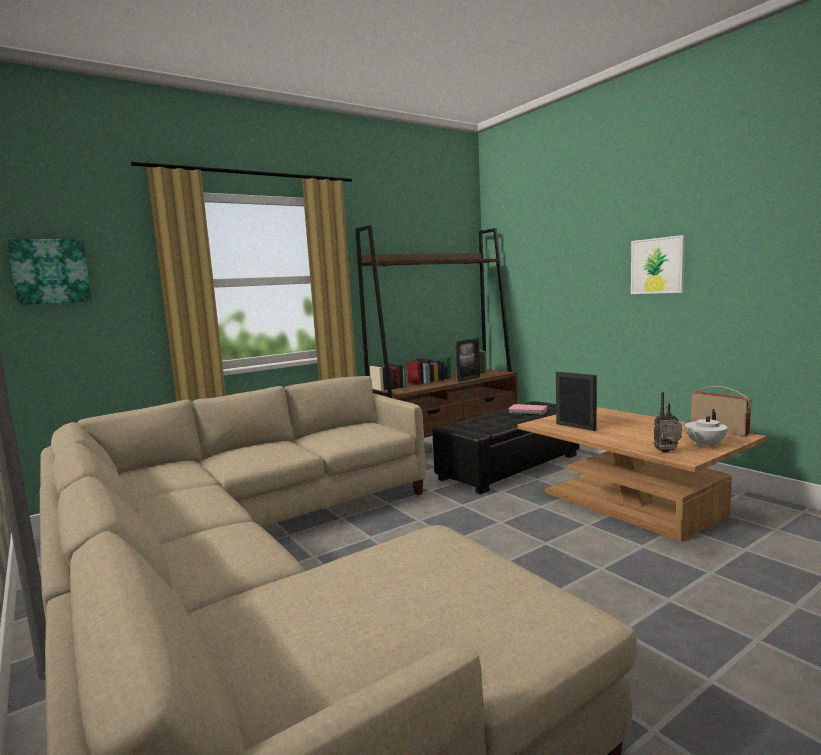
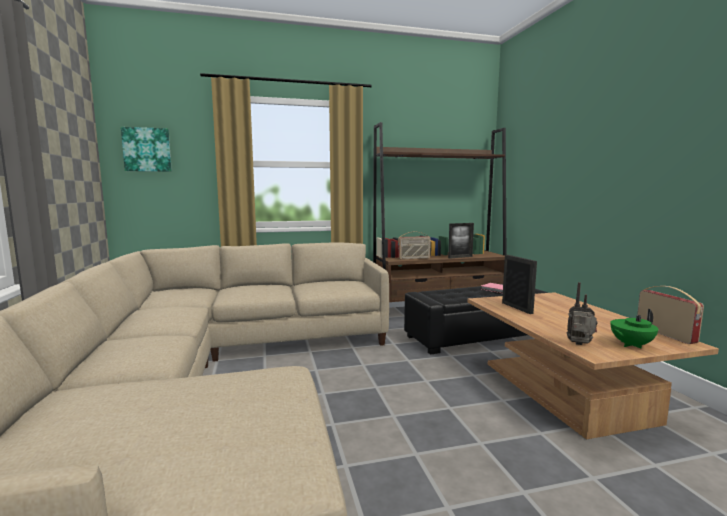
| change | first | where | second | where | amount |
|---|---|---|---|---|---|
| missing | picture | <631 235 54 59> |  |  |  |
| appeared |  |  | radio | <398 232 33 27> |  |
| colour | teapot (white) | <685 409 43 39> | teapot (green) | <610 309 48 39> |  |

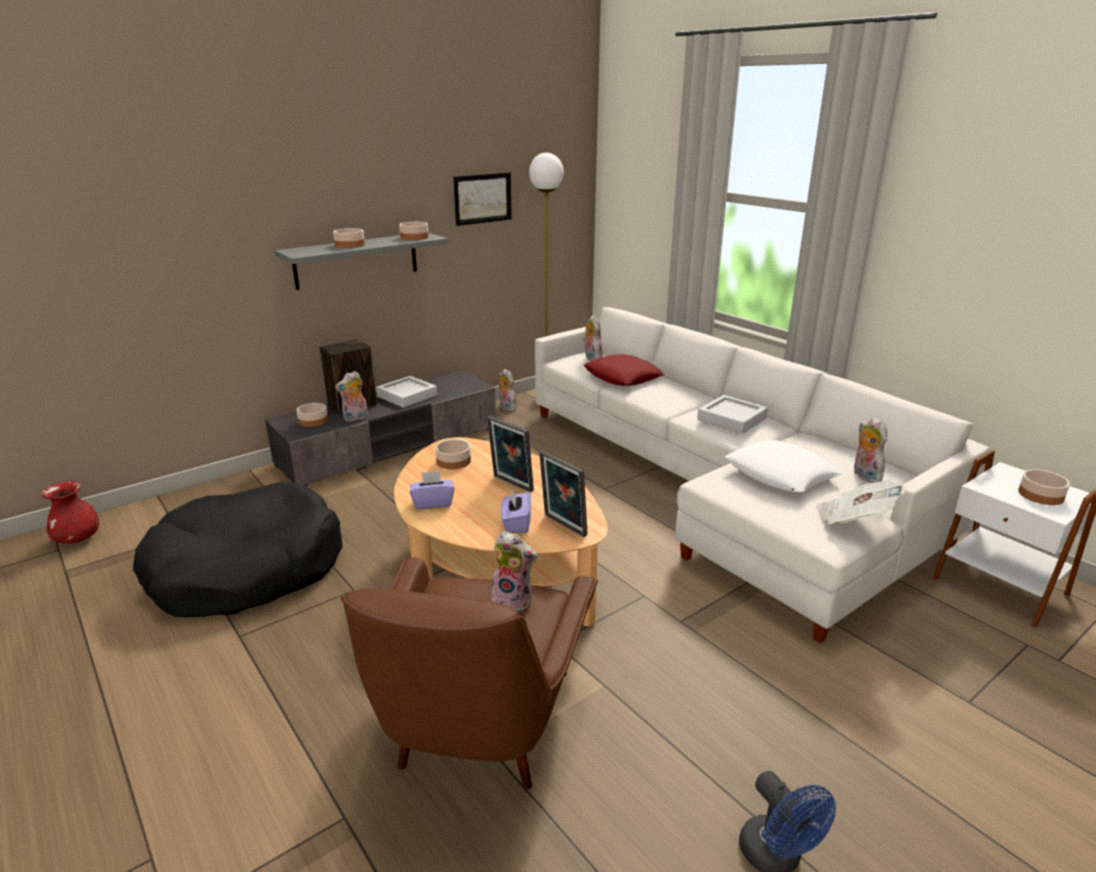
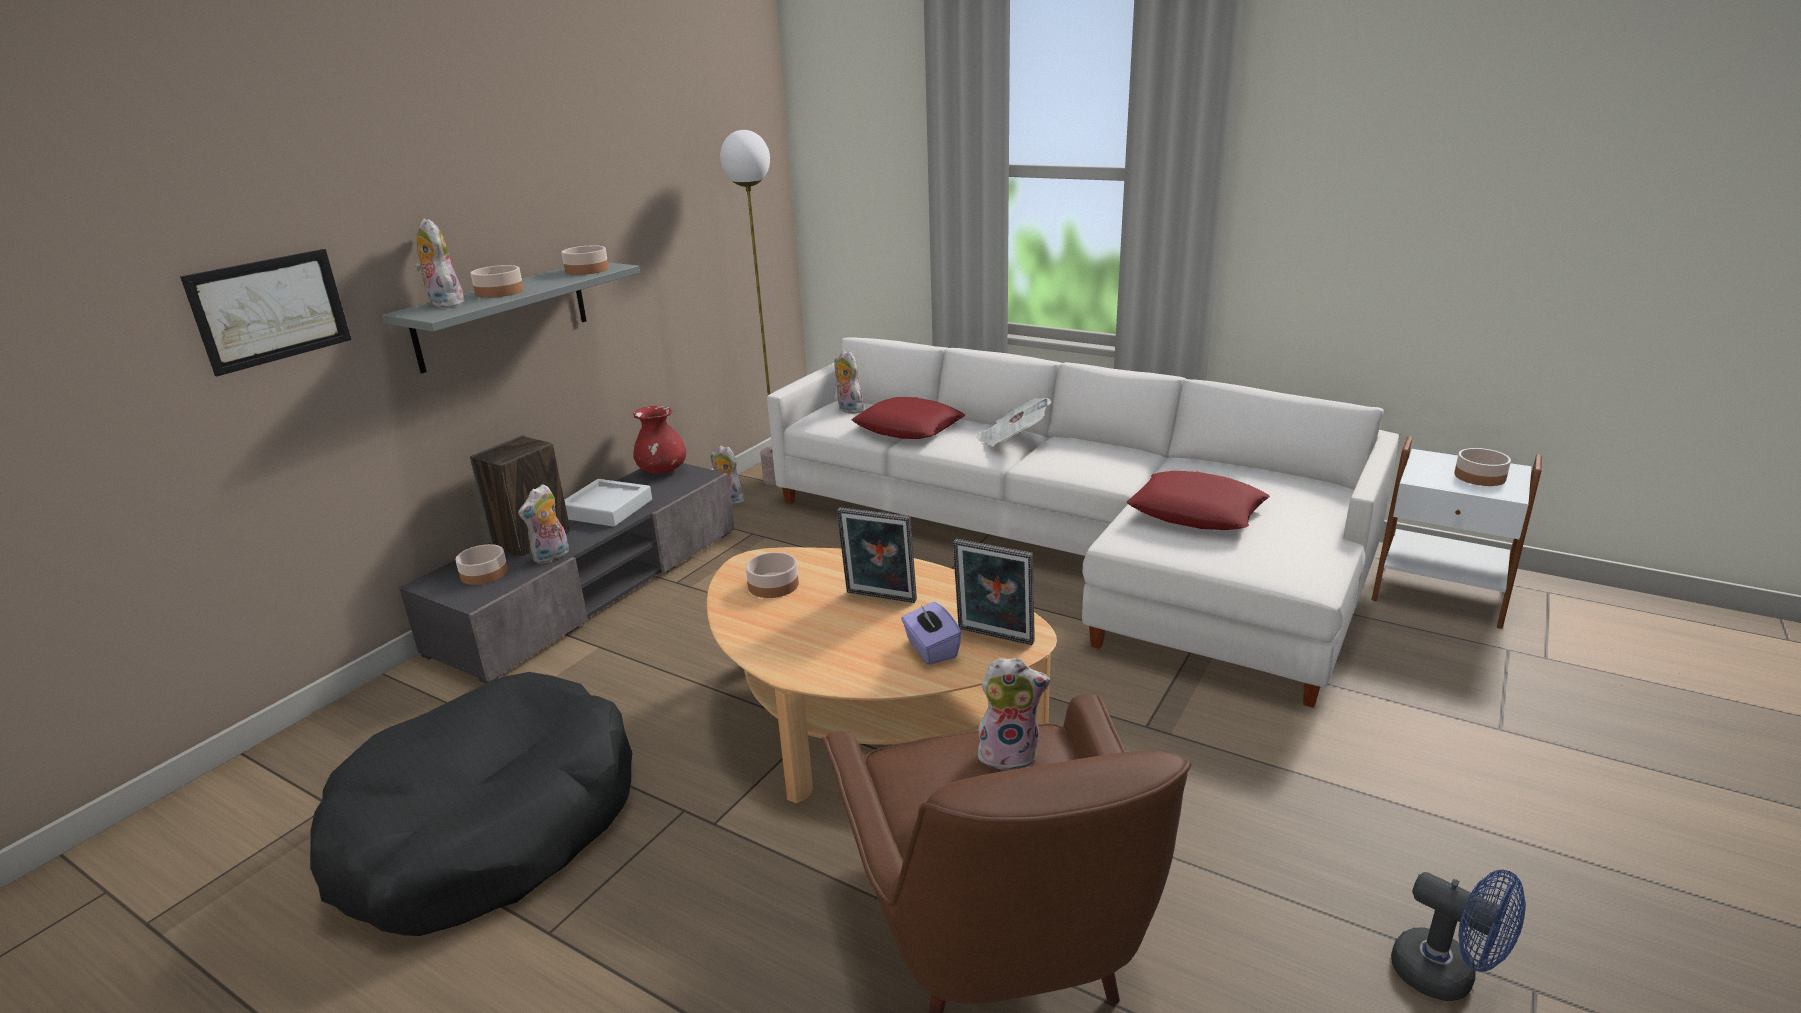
| change | first | where | second | where | amount |
|---|---|---|---|---|---|
| missing | tissue box (purple) | <410 471 44 38> |  |  |  |
| missing | tray (grey) | <697 395 71 39> |  |  |  |
| relocated | vase (red) | <42 481 57 63> |  | <633 405 53 69> |  |
| relocated | picture | <453 172 59 54> |  | <180 249 171 127> |  |
| relocated | newspaper | <816 480 90 44> |  | <976 398 75 49> |  |
| relocated | plush toy | <854 417 33 66> |  | <415 219 49 89> |  |
| colour | pillow (white) | <725 440 116 52> | pillow (red) | <1127 471 143 59> |  |

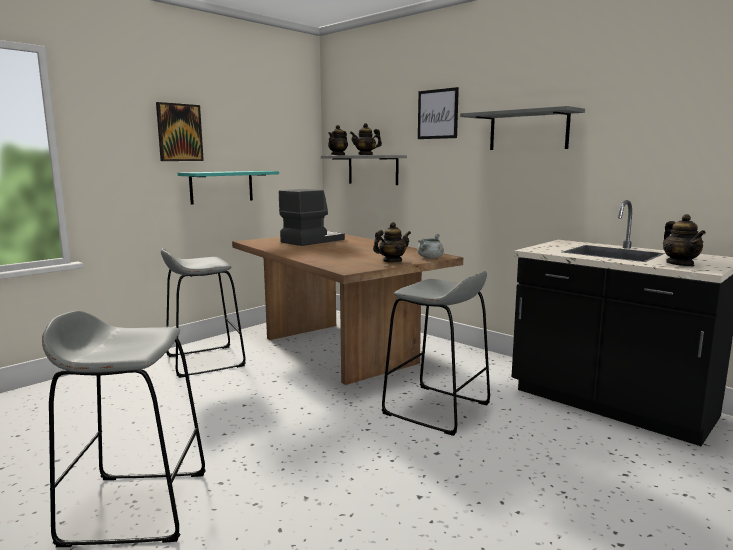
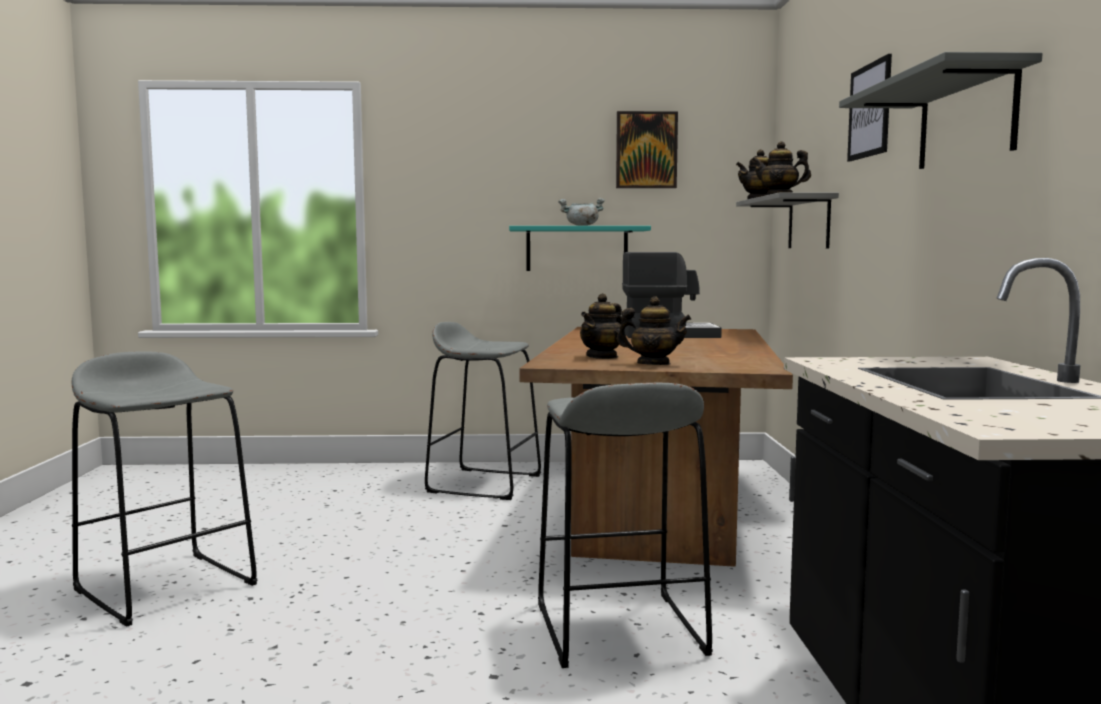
| change | first | where | second | where | amount |
|---|---|---|---|---|---|
| relocated | picture | <156 102 48 59> |  | <616 111 62 77> |  |
| relocated | cooking pot (grey) | <417 234 27 25> |  | <558 198 47 28> |  |
| relocated | teapot | <663 214 43 52> |  | <580 293 42 66> |  |

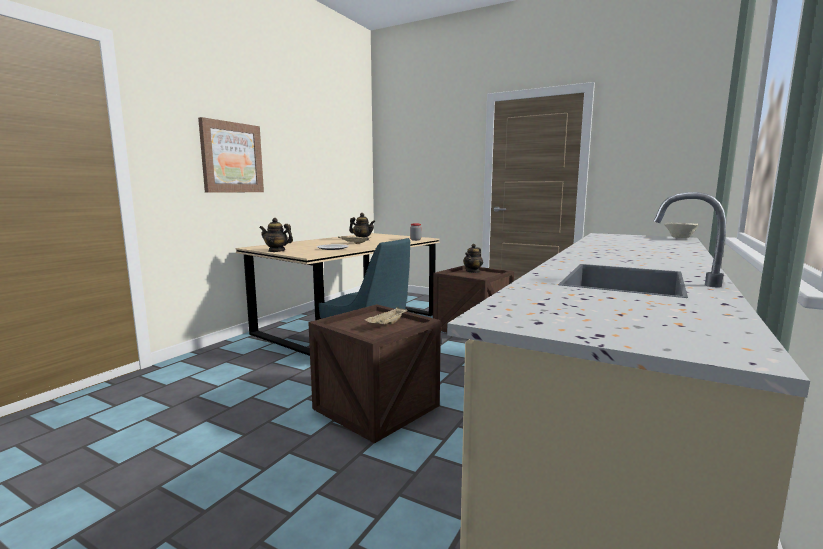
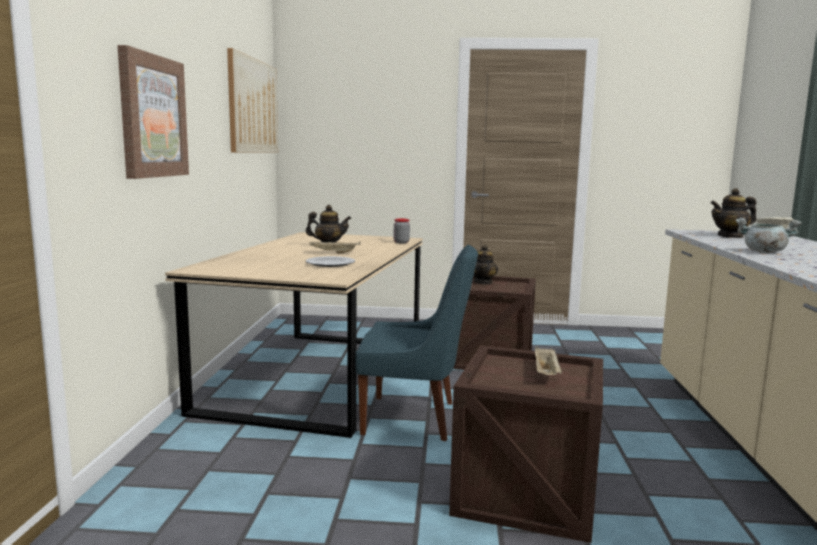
| change | first | where | second | where | amount |
|---|---|---|---|---|---|
| appeared |  |  | picture | <227 48 51 105> |  |
| appeared |  |  | cooking pot (grey) | <735 218 67 35> |  |
| relocated | teapot | <259 218 34 34> |  | <711 188 46 50> |  |

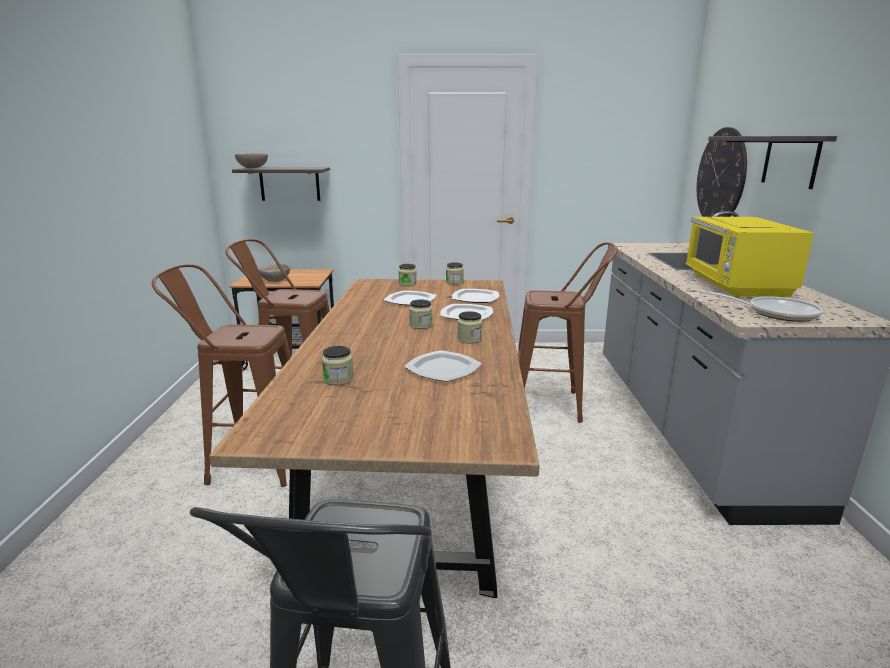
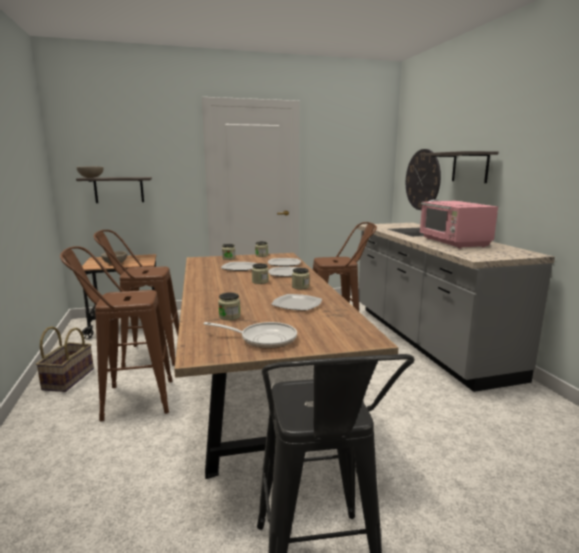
| change | first | where | second | where | amount |
|---|---|---|---|---|---|
| appeared |  |  | basket | <36 326 58 66> |  |
| relocated | frying pan | <701 290 122 32> |  | <204 322 93 27> |  |
| colour | microwave (yellow) | <686 217 128 81> | microwave (pink) | <420 201 78 48> |  |

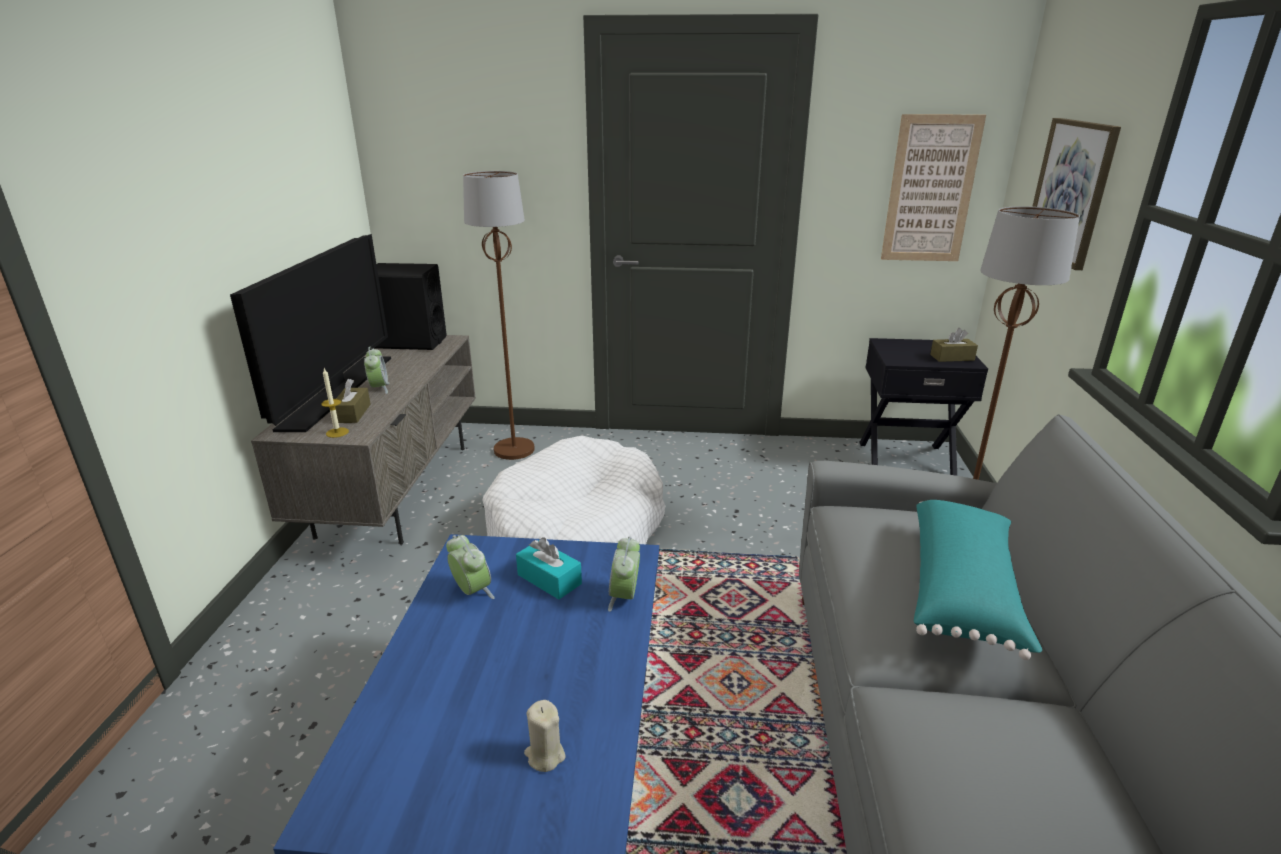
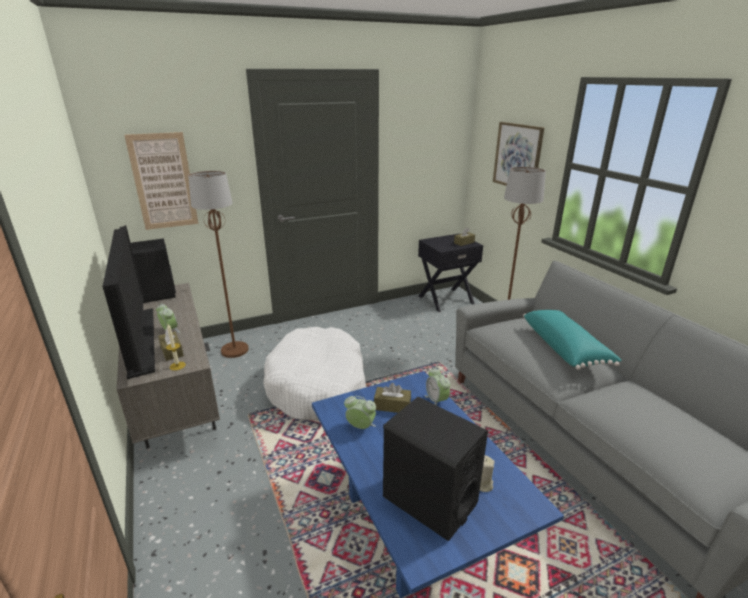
| change | first | where | second | where | amount |
|---|---|---|---|---|---|
| appeared |  |  | speaker (black) | <383 397 105 144> |  |
| relocated | picture | <881 114 105 147> |  | <124 132 75 98> |  |
| colour | tissue box (turquoise) | <516 537 66 62> | tissue box (brown) | <374 383 37 30> |  |

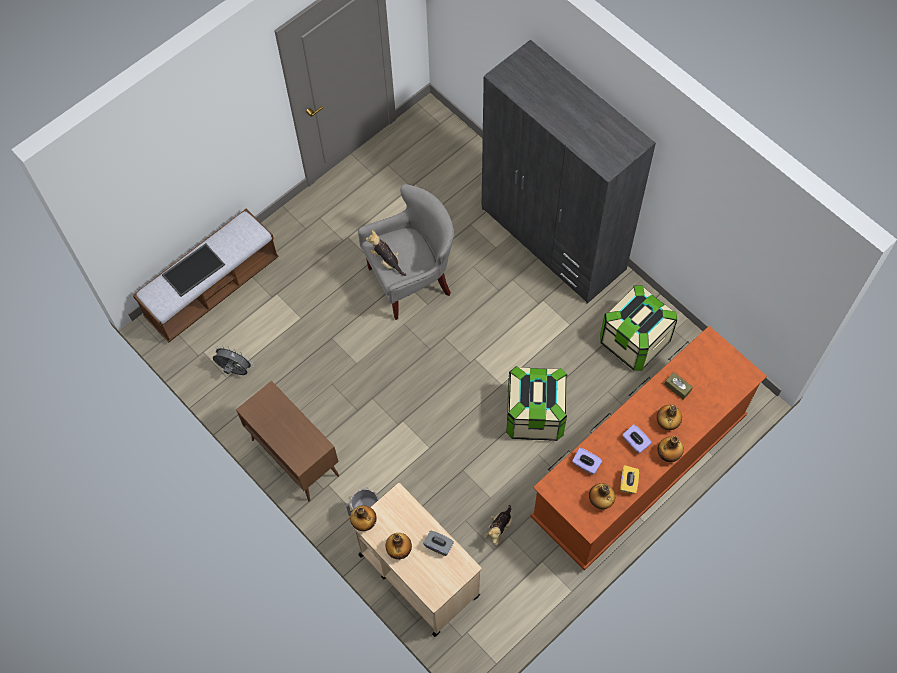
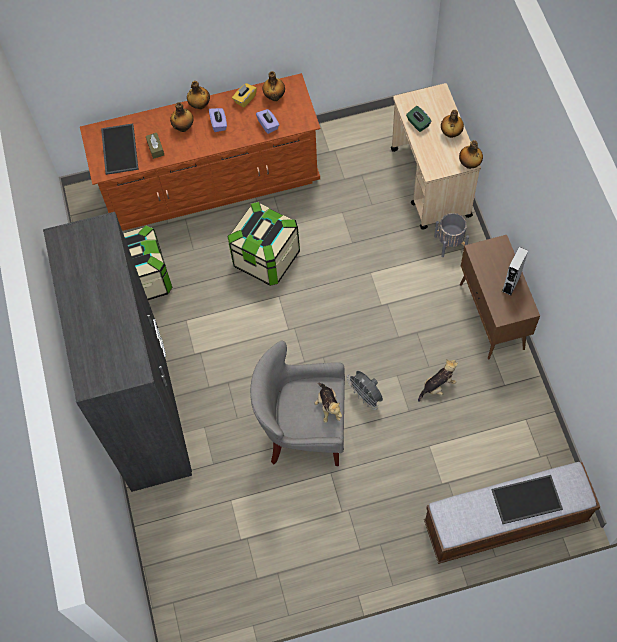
| change | first | where | second | where | amount |
|---|---|---|---|---|---|
| appeared |  |  | tray | <101 123 38 52> |  |
| appeared |  |  | speaker (grey) | <502 247 26 48> |  |
| relocated | fan (grey) | <213 345 41 30> |  | <347 371 36 39> |  |
| relocated | plush toy | <484 505 28 40> |  | <418 359 40 43> |  |
| colour | tissue box (grey) | <423 531 31 25> | tissue box (green) | <406 106 25 26> |  |

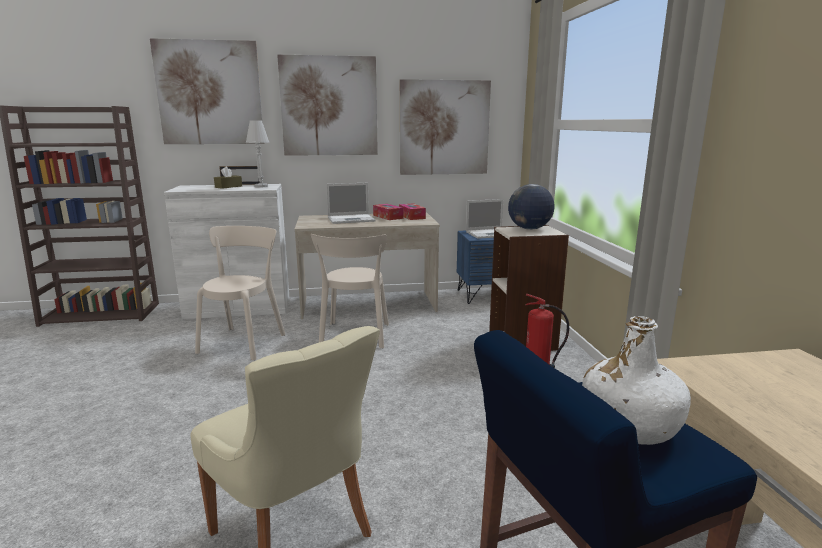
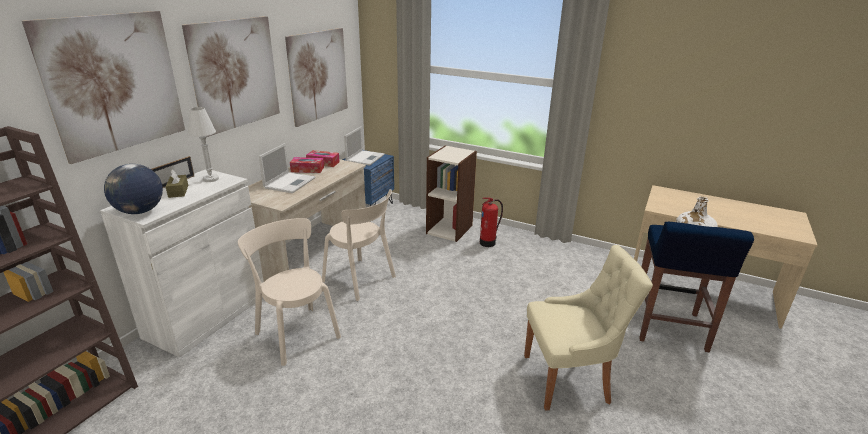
| change | first | where | second | where | amount |
|---|---|---|---|---|---|
| relocated | globe | <508 184 47 46> |  | <104 164 59 50> |  |

